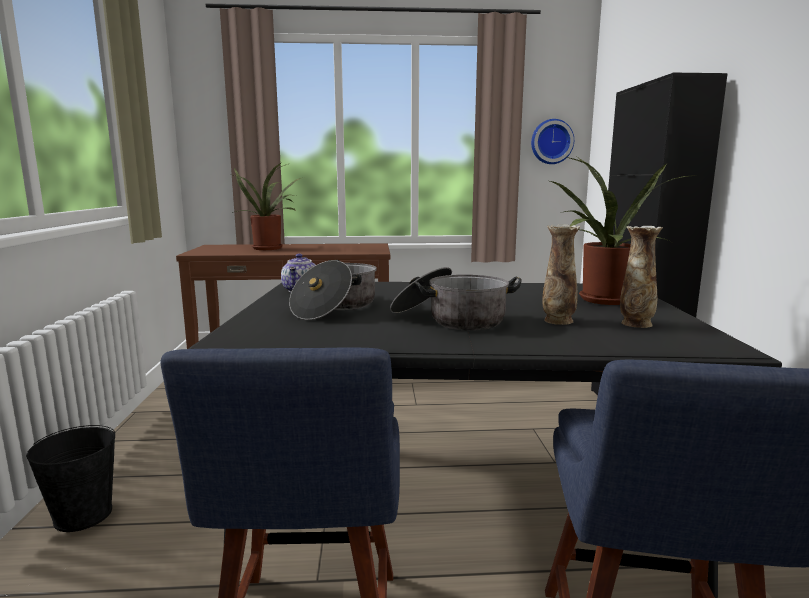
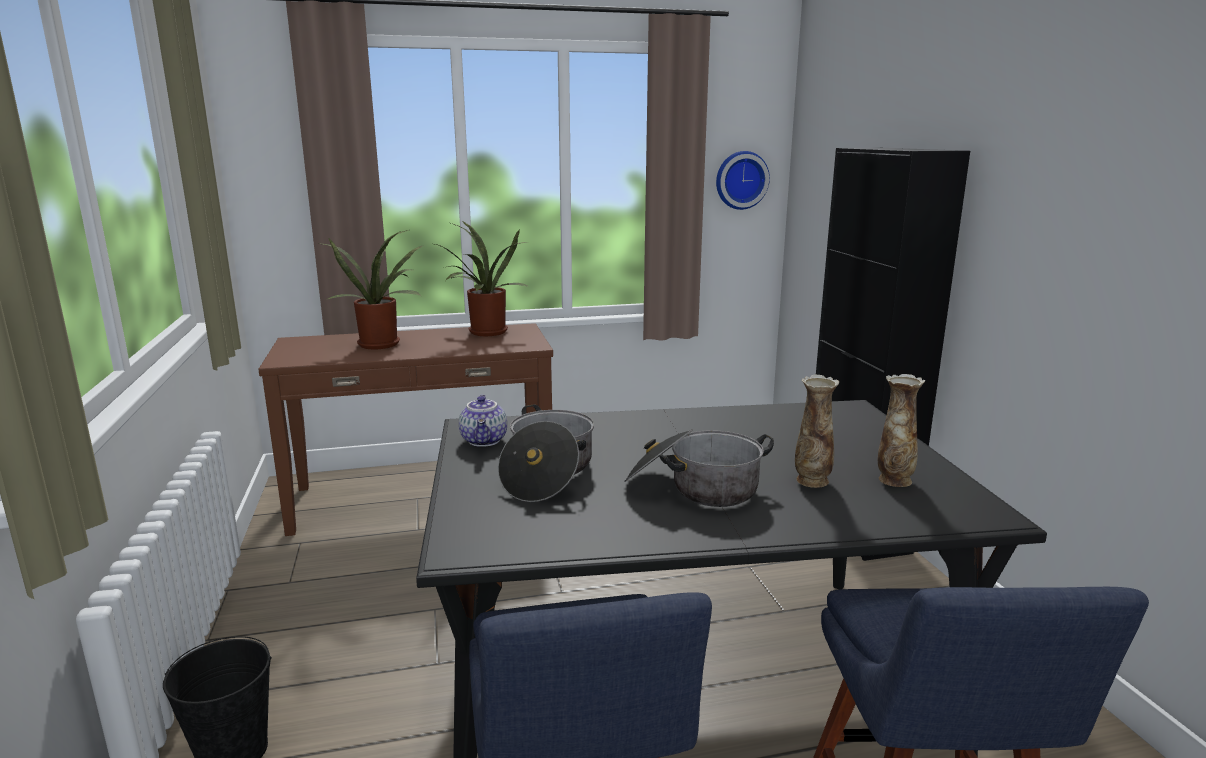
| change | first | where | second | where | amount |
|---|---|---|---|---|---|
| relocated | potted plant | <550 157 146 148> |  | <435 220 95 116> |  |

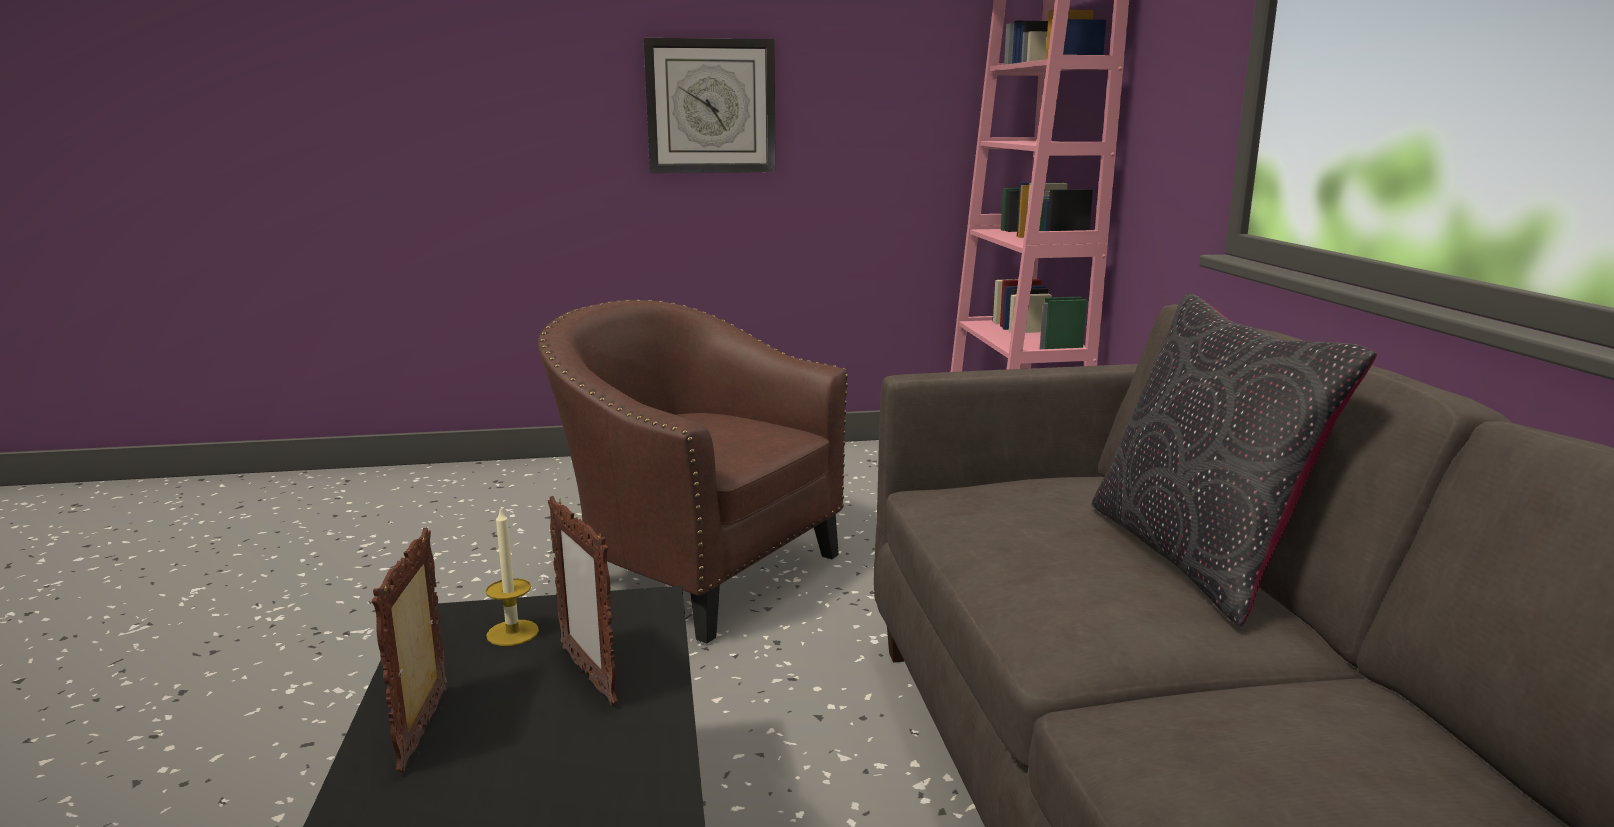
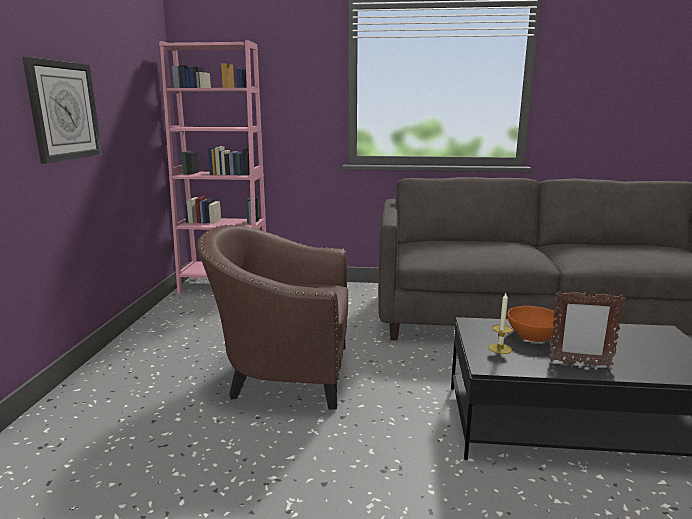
| change | first | where | second | where | amount |
|---|---|---|---|---|---|
| missing | pillow (black) | <1092 293 285 333> |  |  |  |
| exchanged | picture frame | <548 496 70 210> | bowl (orange) | <507 306 54 36> |  |
| spun | armchair (brown) | <538 299 310 344> |  | <197 225 151 185> | 45 degrees clockwise |

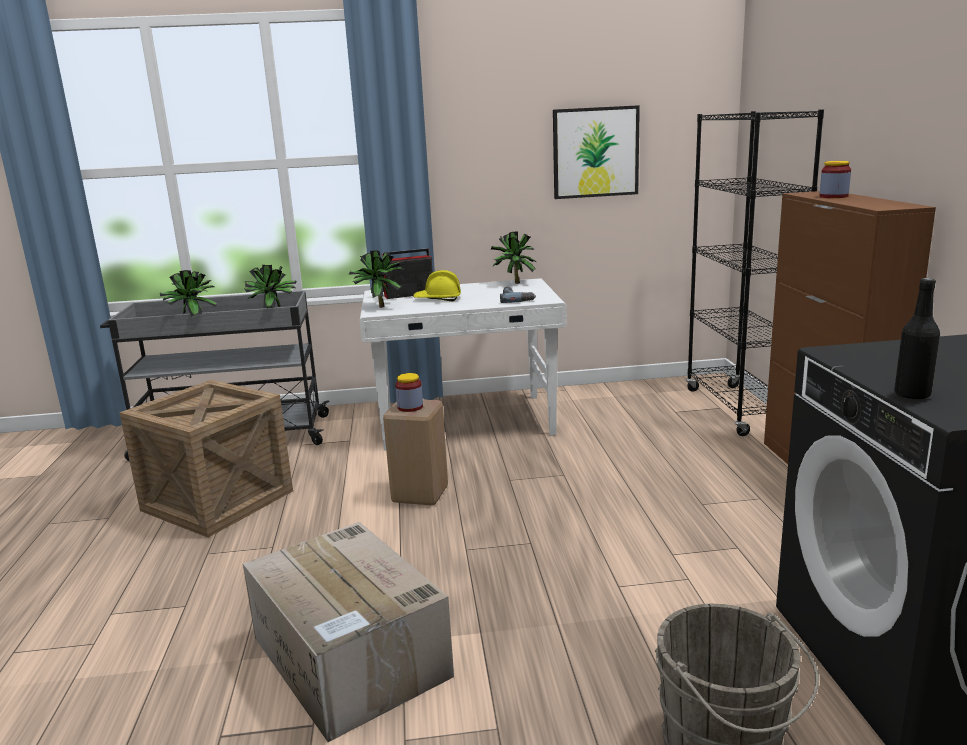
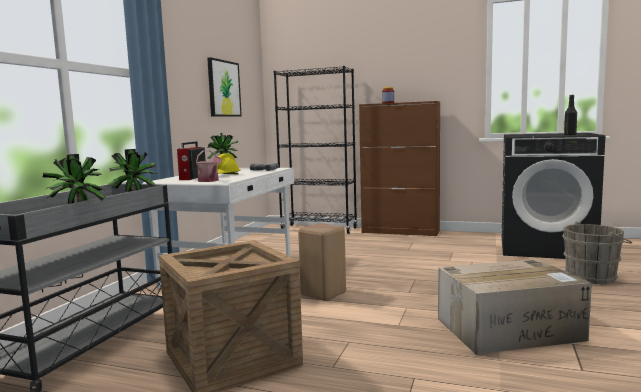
| change | first | where | second | where | amount |
|---|---|---|---|---|---|
| missing | jar | <395 373 28 39> |  |  |  |
| exchanged | potted plant | <349 250 55 58> | watering can | <196 150 26 32> |  |

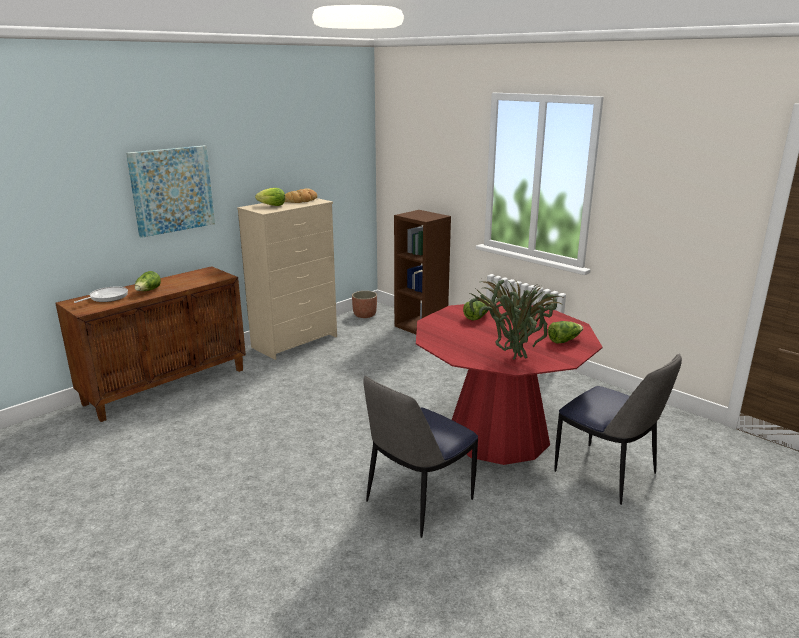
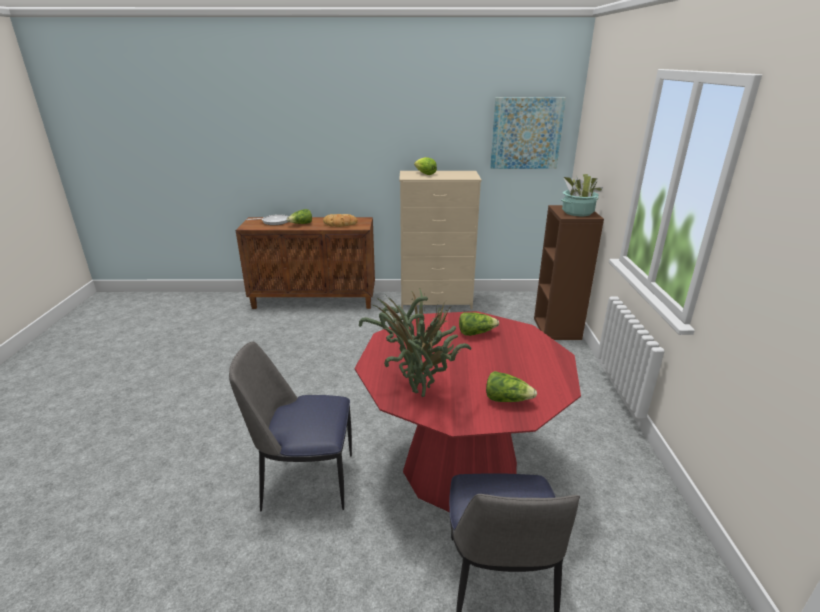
| change | first | where | second | where | amount |
|---|---|---|---|---|---|
| missing | planter | <352 291 25 27> |  |  |  |
| appeared |  |  | potted plant | <561 174 42 43> |  |
| relocated | picture | <126 146 89 92> |  | <490 97 76 72> |  |
| relocated | bread | <285 188 32 15> |  | <323 214 35 13> |  |

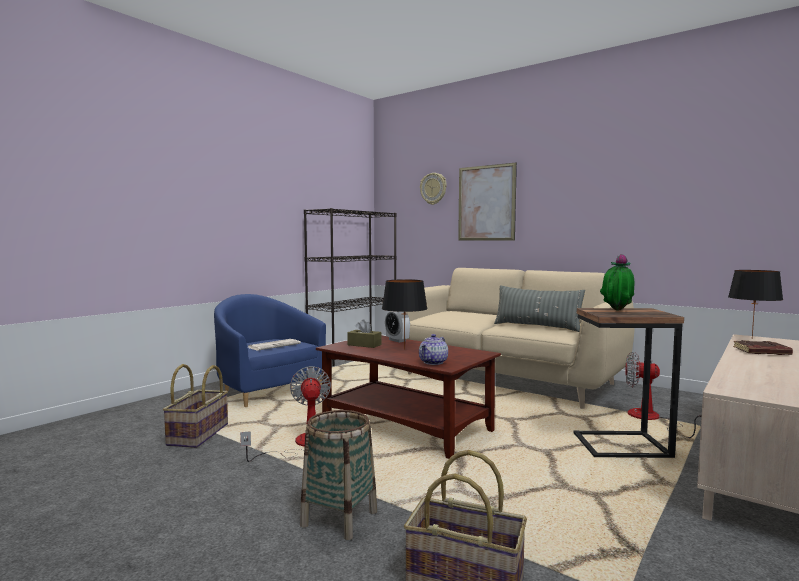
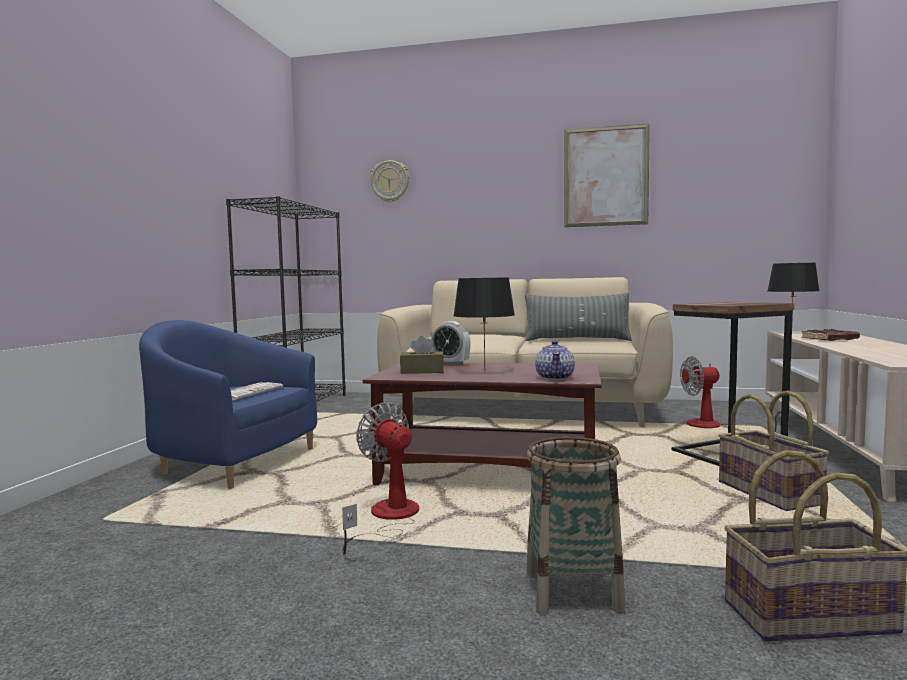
| change | first | where | second | where | amount |
|---|---|---|---|---|---|
| missing | potted plant | <600 254 34 57> |  |  |  |
| relocated | basket | <163 364 65 84> |  | <718 390 111 121> |  |
| relocated | picture | <458 163 59 78> |  | <564 124 86 103> |  |

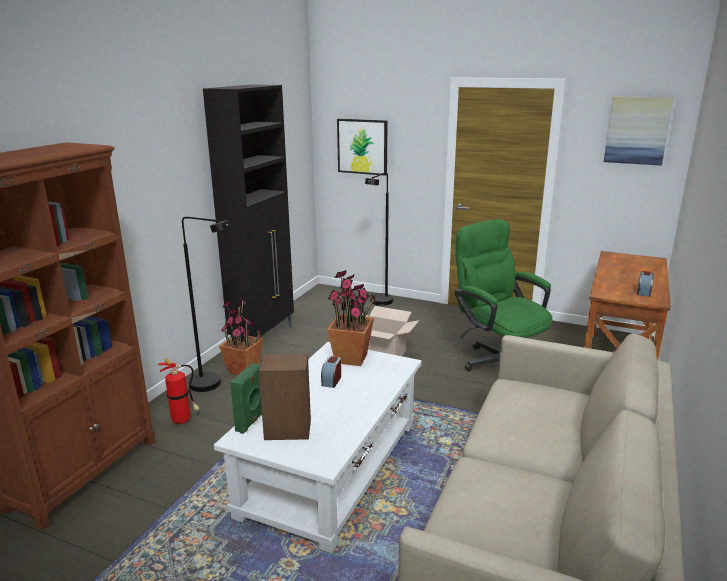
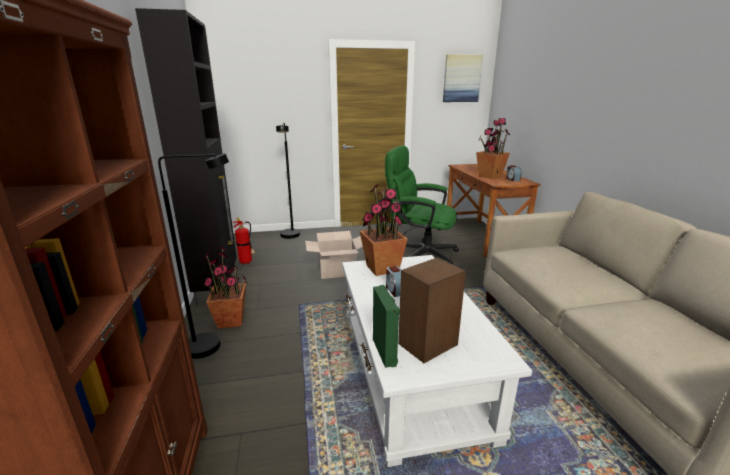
| change | first | where | second | where | amount |
|---|---|---|---|---|---|
| missing | picture | <337 119 51 57> |  |  |  |
| appeared |  |  | potted plant | <476 118 34 61> |  |
| relocated | fire extinguisher | <158 358 41 67> |  | <232 217 23 47> |  |

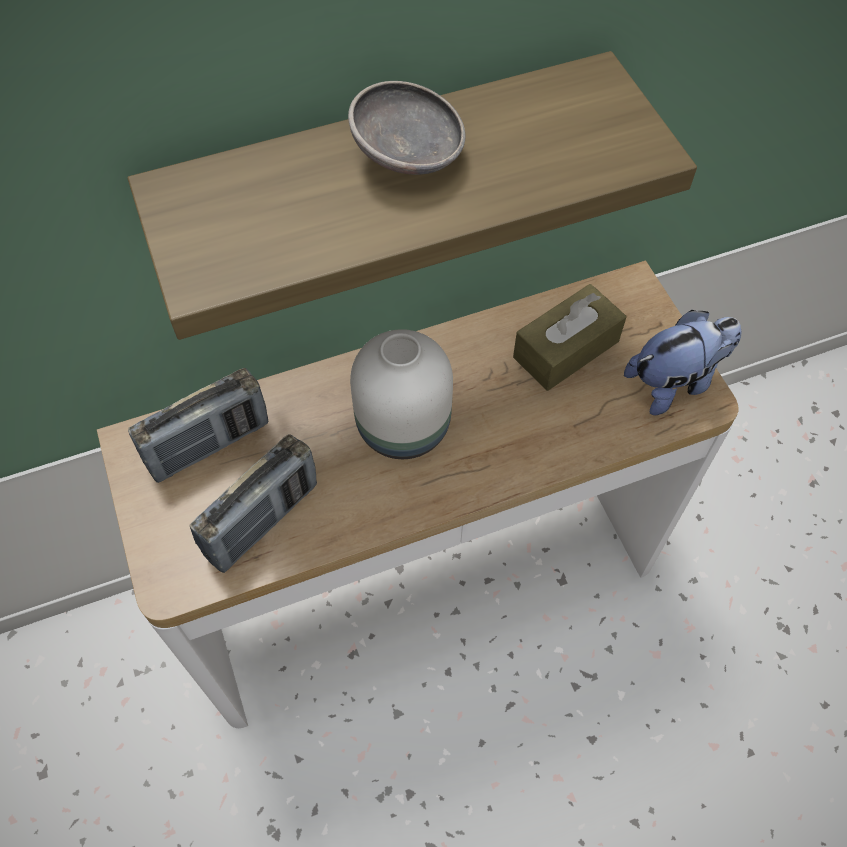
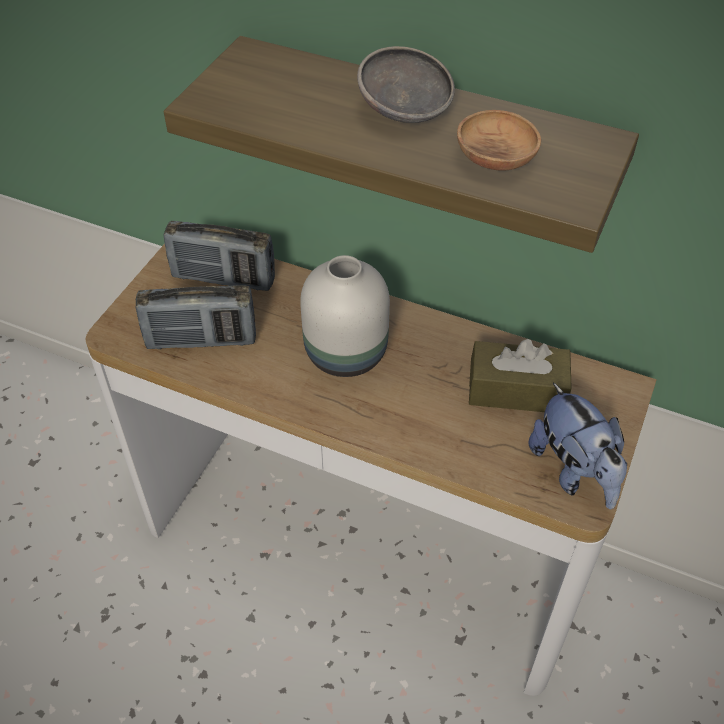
| change | first | where | second | where | amount |
|---|---|---|---|---|---|
| appeared |  |  | bowl (brown) | <457 110 84 61> |  |
| spun | plush toy | <624 310 117 105> |  | <528 383 99 127> | 45 degrees clockwise |

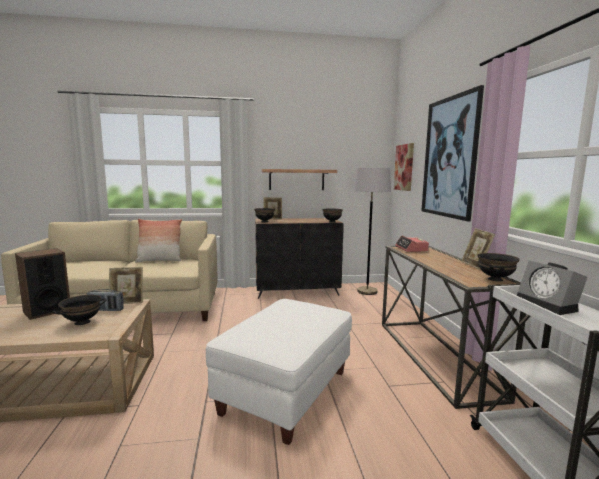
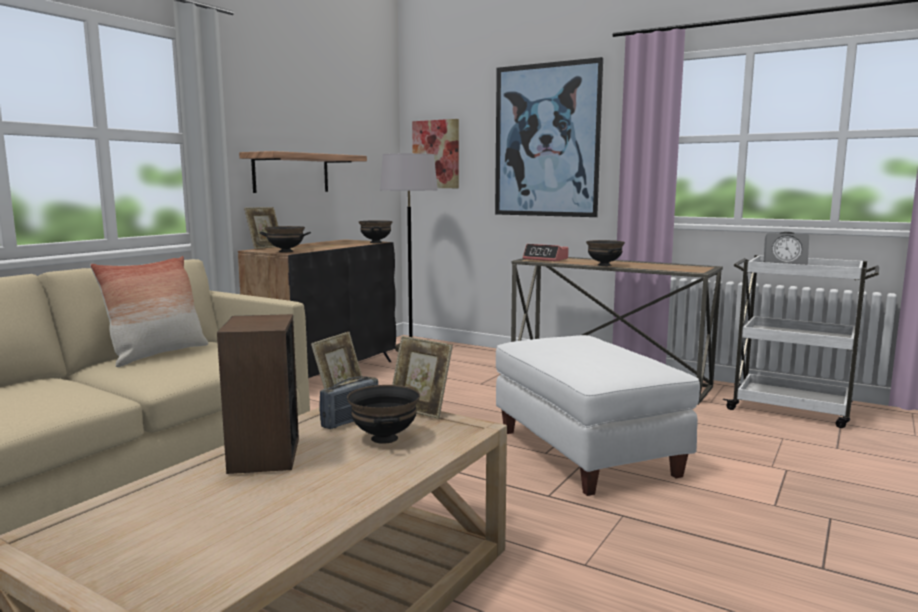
| change | first | where | second | where | amount |
|---|---|---|---|---|---|
| relocated | picture frame | <461 228 34 42> |  | <392 336 61 83> |  |
| relocated | bowl (black) | <477 253 43 29> |  | <586 240 39 26> |  |

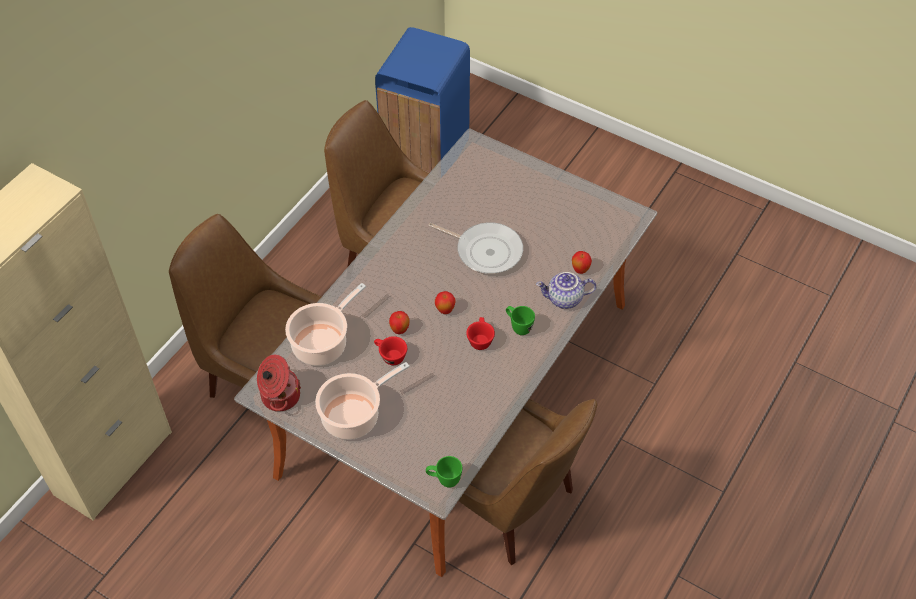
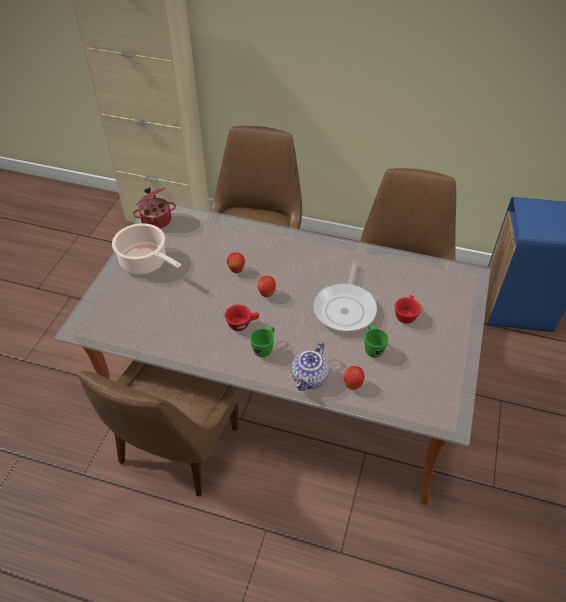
| change | first | where | second | where | amount |
|---|---|---|---|---|---|
| missing | cooking pot | <285 283 81 83> |  |  |  |
| relocated | cup (red) | <374 336 33 29> |  | <395 295 26 29> |  |
| relocated | mug (green) | <426 456 36 31> |  | <365 325 24 33> |  |
| spun | teapot | <536 272 60 37> |  | <291 342 38 49> | 135 degrees counterclockwise |

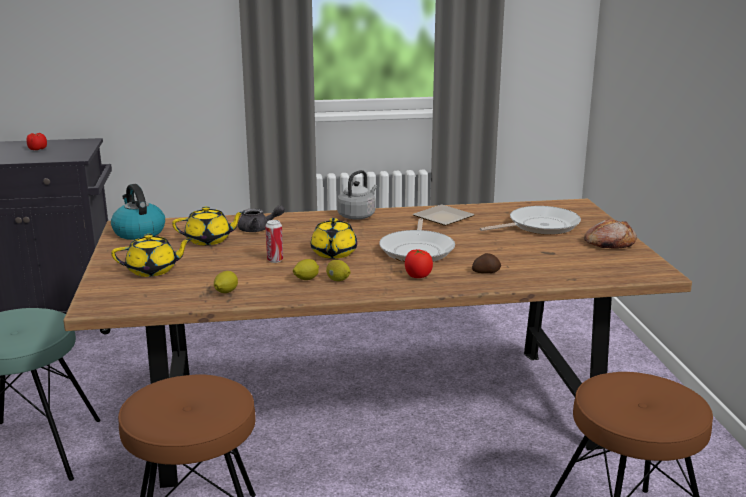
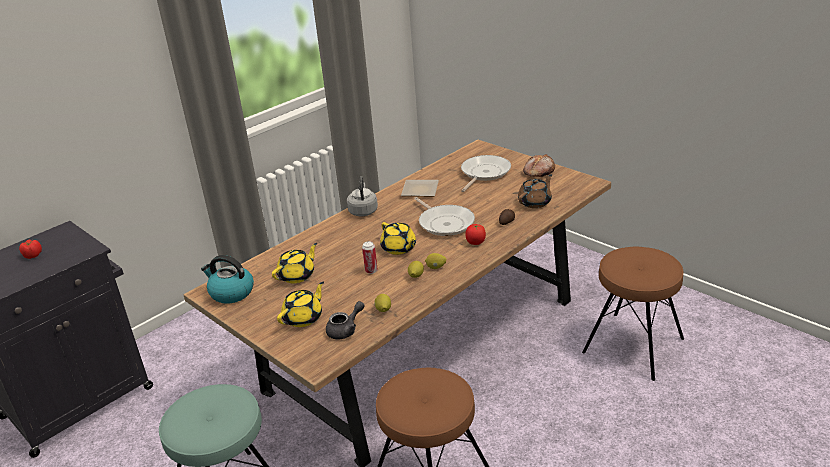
| change | first | where | second | where | amount |
|---|---|---|---|---|---|
| appeared |  |  | teapot (brown) | <518 174 34 34> |  |
| relocated | teapot (grey) | <238 205 47 27> |  | <326 301 39 39> |  |

